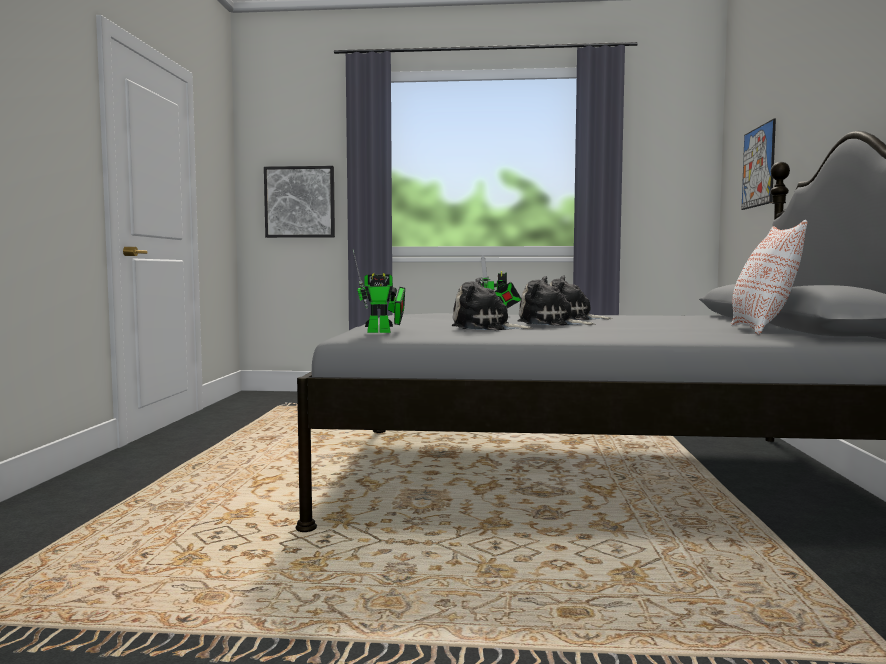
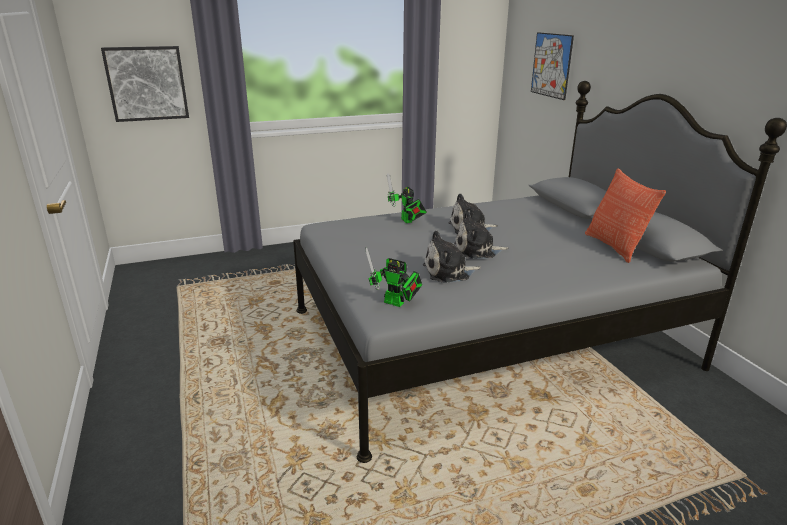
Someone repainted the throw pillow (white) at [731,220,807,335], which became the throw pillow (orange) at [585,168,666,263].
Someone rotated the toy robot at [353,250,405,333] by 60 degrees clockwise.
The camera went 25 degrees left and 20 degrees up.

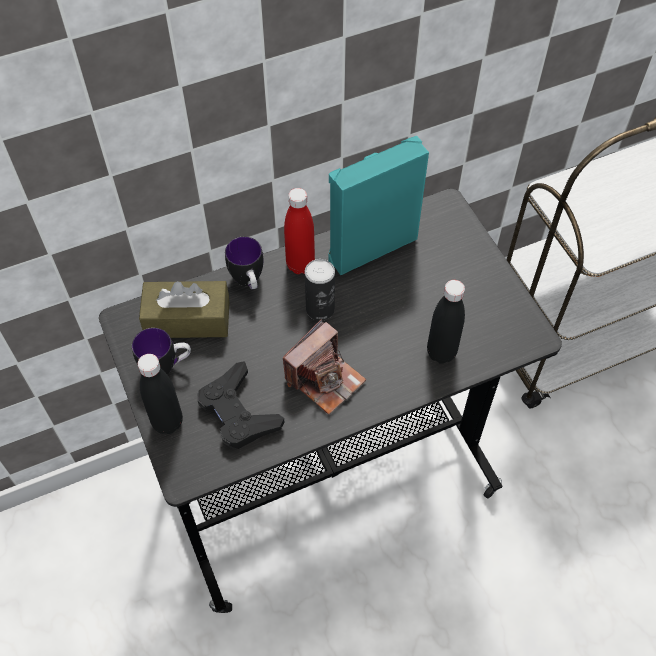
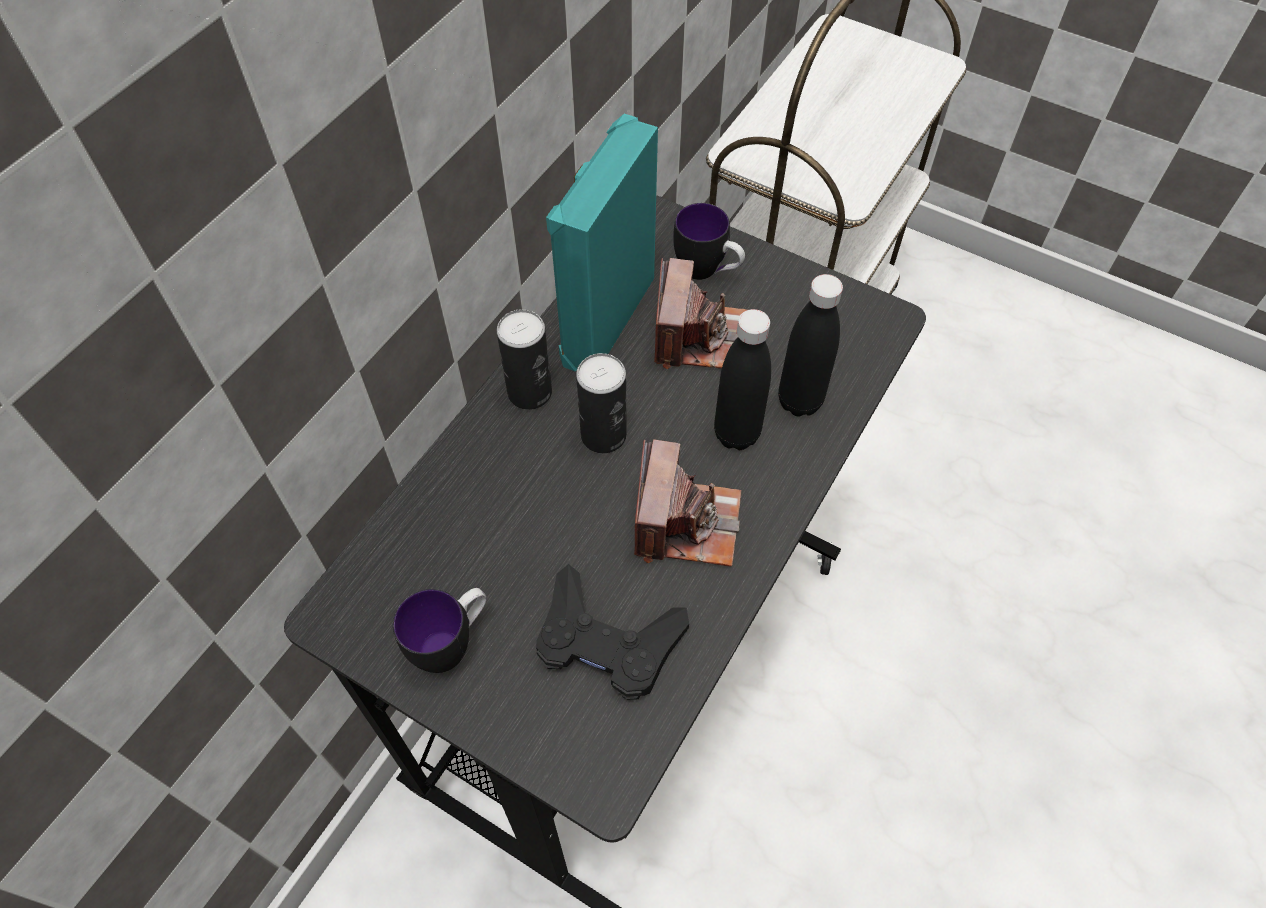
Someone swapped the drink bottle (red) at [284,188,315,274] for the sealed can at [497,309,552,410].
Someone carried the coffee mug from [225,237,263,289] to [673,203,745,280].
Someone took away the tissue holder (brownish) at [139,281,230,338].
Someone carried the drink bottle (black-coloured) from [138,354,183,434] to [714,309,771,450].
Someone put down the still camera at [654,258,747,369].
The camera went 35 degrees left and 0 degrees up.

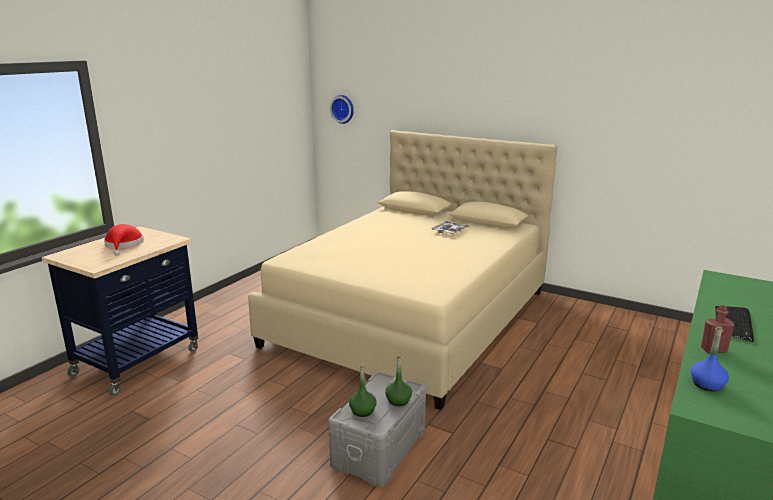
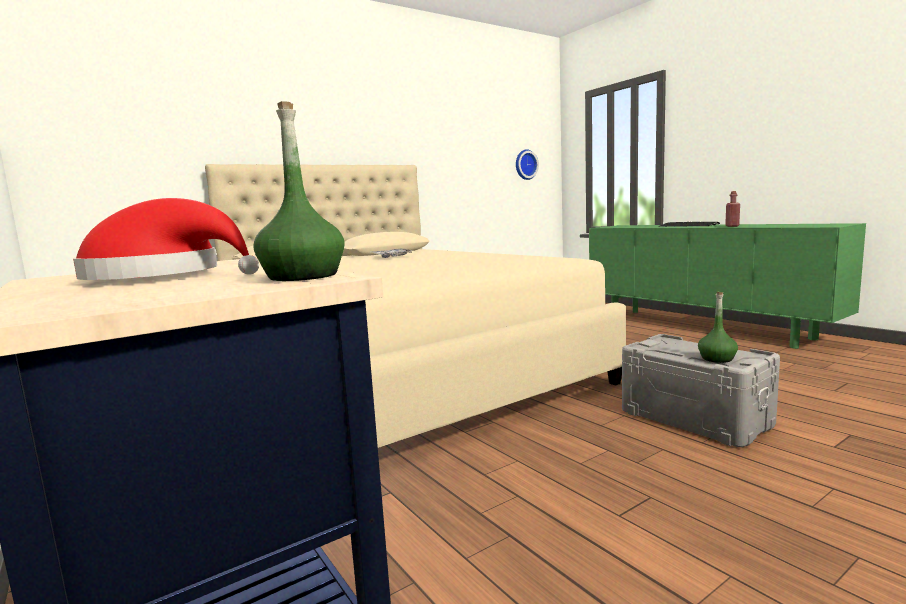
Someone carried the wall clock from [330,95,354,124] to [516,149,539,180].
Someone took away the drink bottle (blue-coloured) at [691,326,729,392].
Someone carried the drink bottle (green-coloured) from [385,355,412,406] to [253,101,345,281].
The camera went 65 degrees left and 10 degrees down.

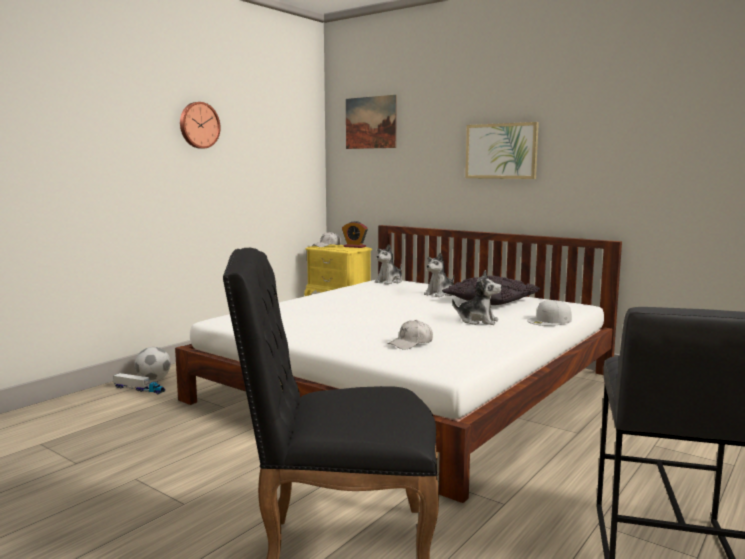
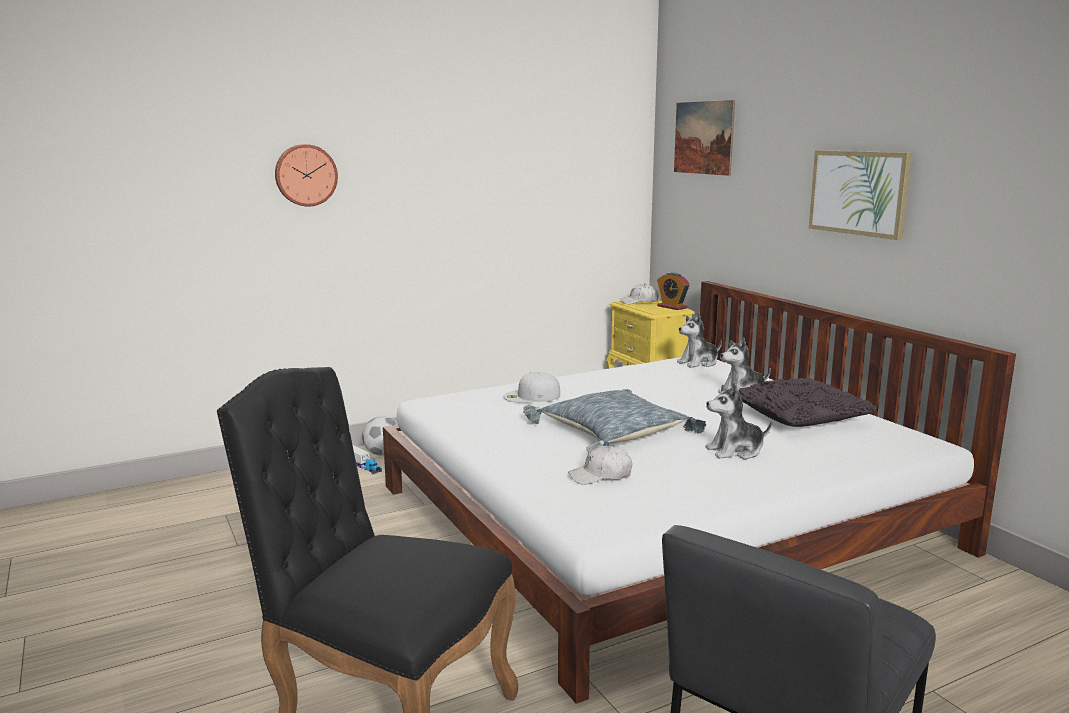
Someone carried the wall clock from [180,102,221,149] to [275,144,338,207].
Someone rotated the soft toy at [452,270,502,325] by 120 degrees clockwise.
Someone carried the cap (white) from [527,300,572,326] to [504,372,560,403].
Someone put down the throw pillow at [523,389,706,452].
The camera went 25 degrees right and 5 degrees up.

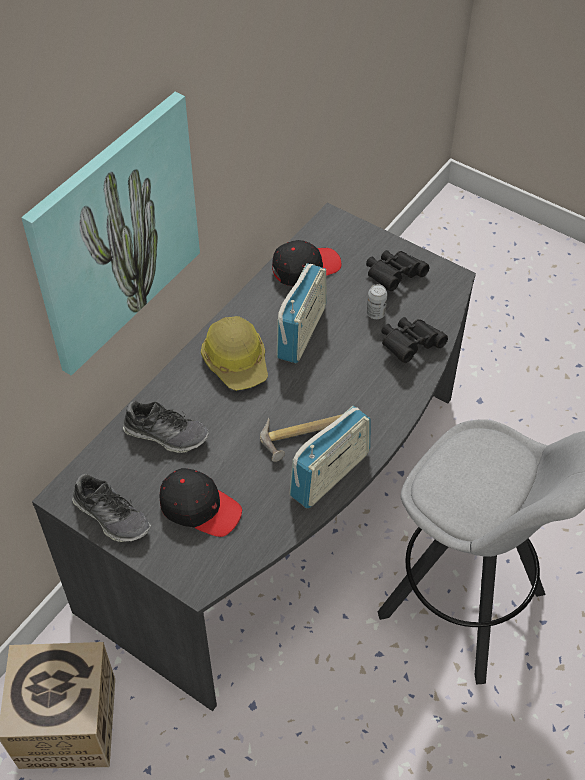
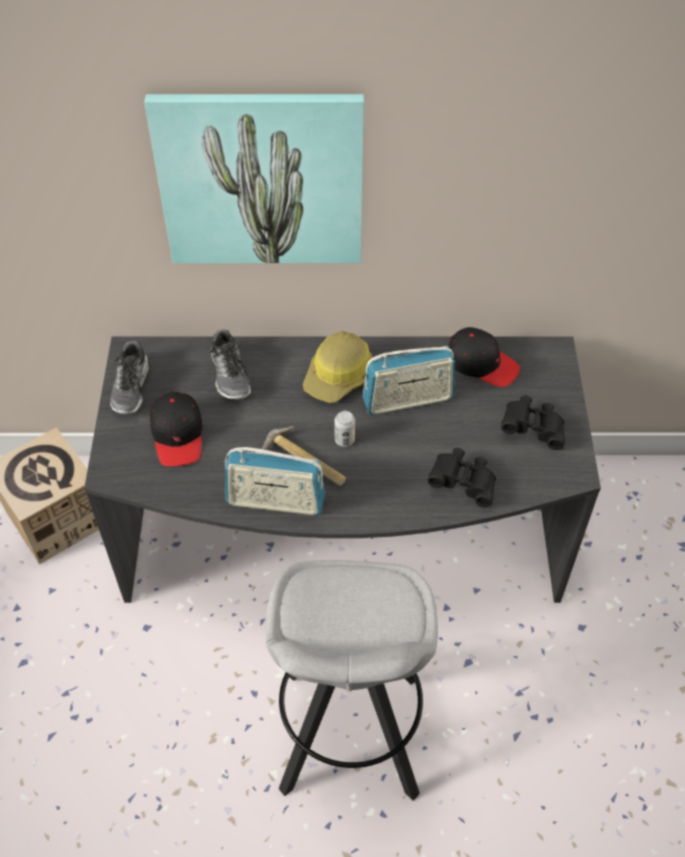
Someone carried the sealed can from [367,284,387,319] to [334,411,355,447].
The camera went 55 degrees right and 0 degrees up.

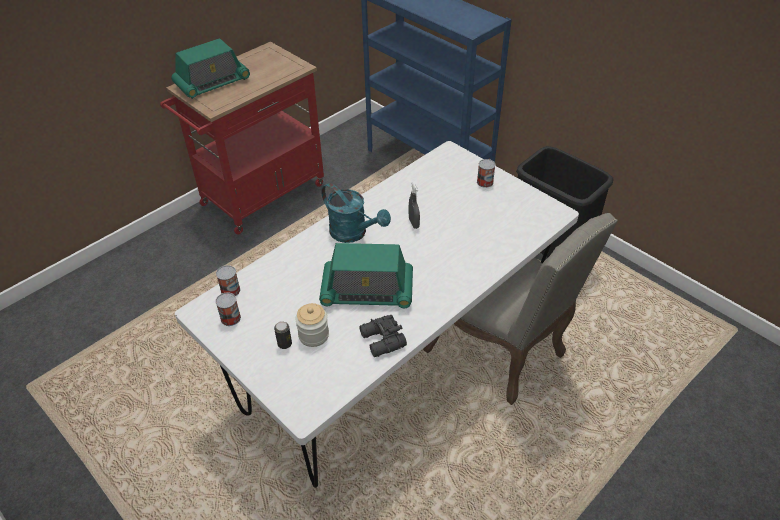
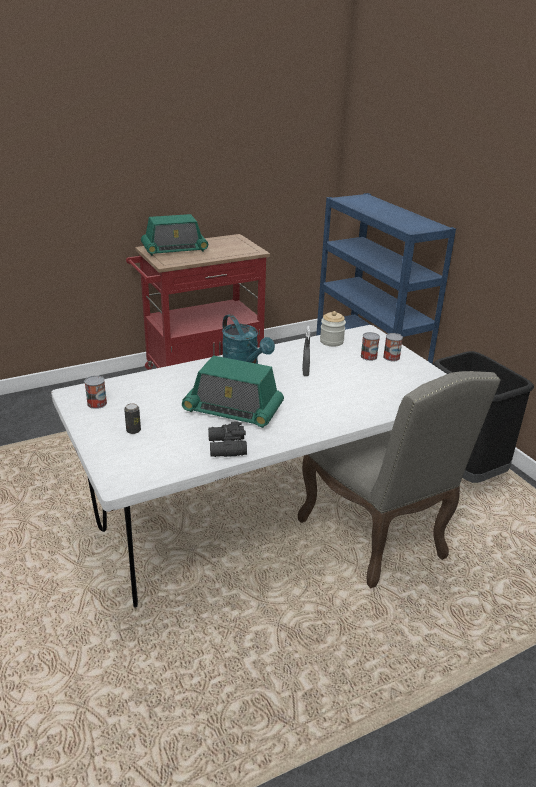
Someone carried the sealed can from [216,265,240,296] to [361,332,380,361].
Someone carried the preserve jar from [295,303,329,347] to [320,311,346,347].
The camera went 15 degrees right and 15 degrees down.

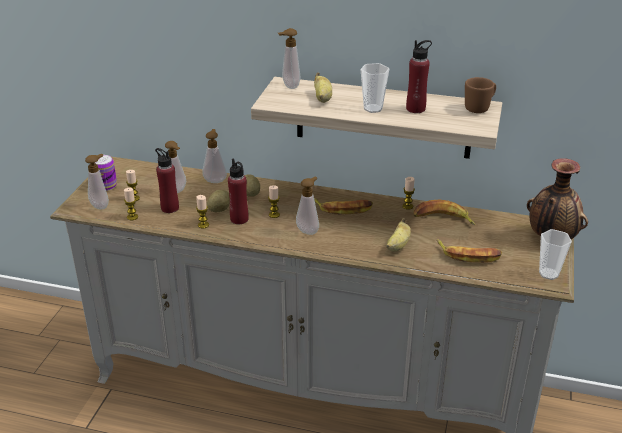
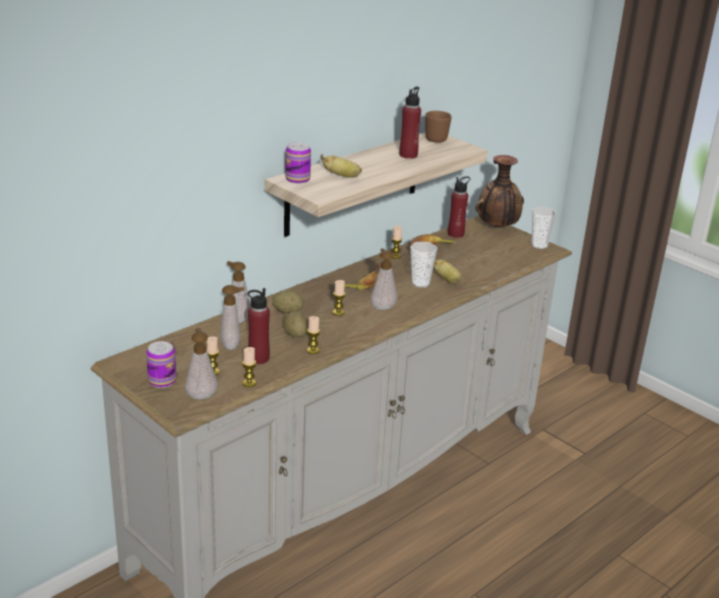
Someone swapped the soap dispenser at [278,28,300,89] for the sealed can at [285,142,311,184].
Someone carried the small cup from [360,63,389,113] to [410,242,438,288].
Someone carried the drink bottle (red) from [228,159,249,224] to [448,176,470,238].
Someone took away the banana fruit at [437,239,502,263].
The camera went 60 degrees left and 5 degrees down.

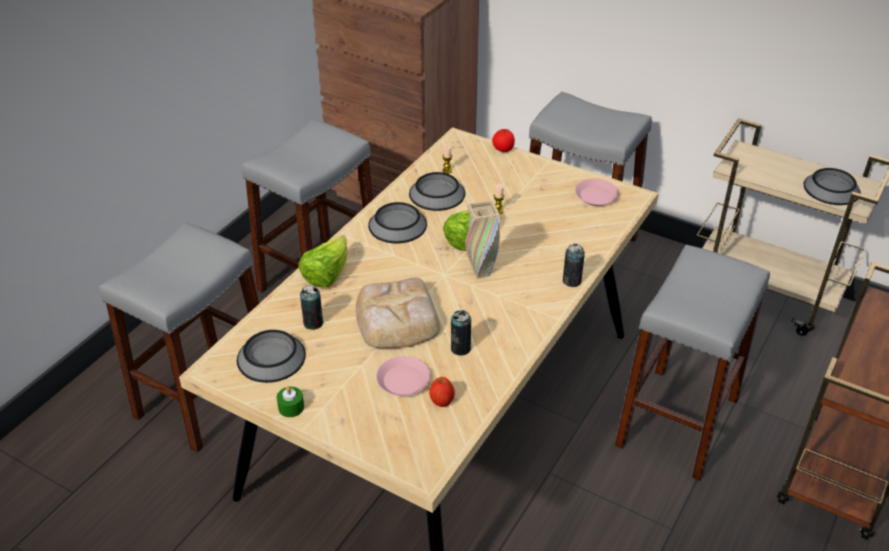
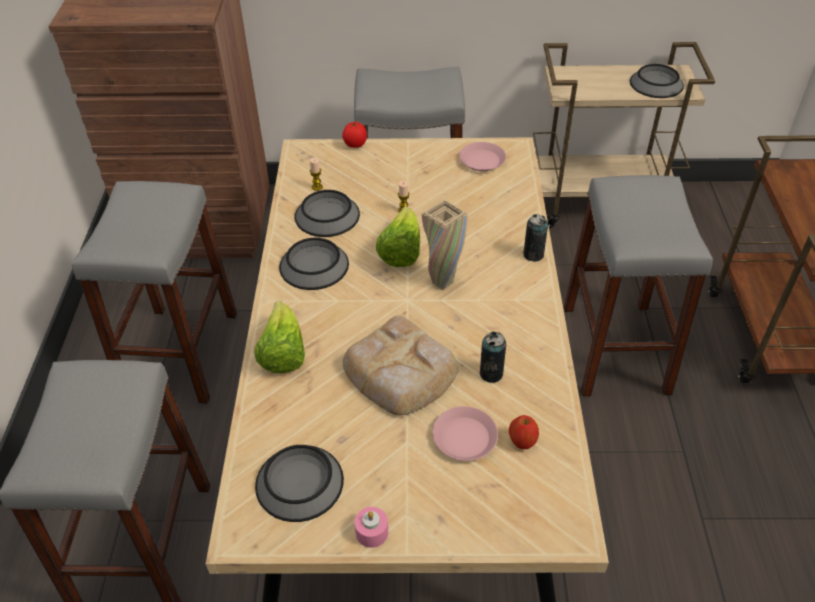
Someone took away the sealed can at [300,285,323,330].
Someone repainted the wax light (green-coloured) at [277,386,304,417], which became the wax light (pink-coloured) at [354,507,388,548].
The camera went 30 degrees left and 5 degrees up.

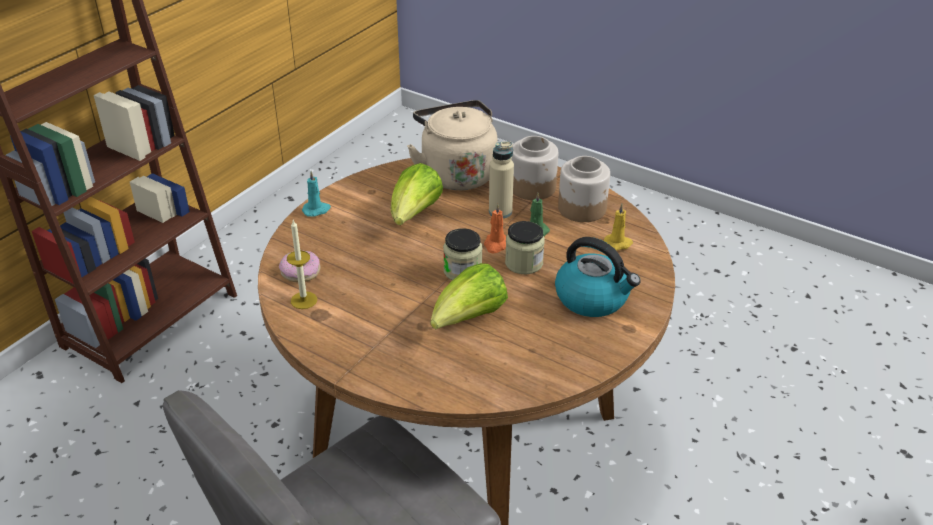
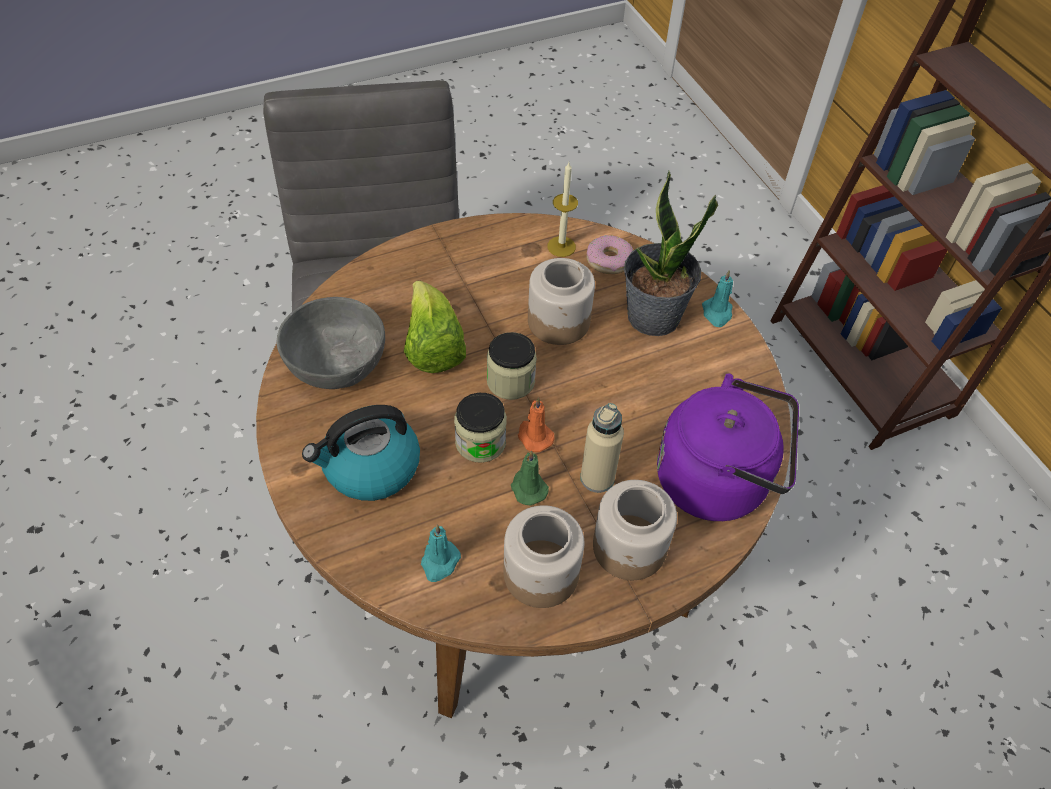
Someone repainted the tea kettle (beige) at [407,100,498,190], which became the tea kettle (purplish) at [657,373,799,521].
Someone took away the head of lettuce at [391,163,443,225].
Someone repainted the wax light (yellowish) at [603,204,633,251], which became the wax light (turquoise-coloured) at [421,524,461,582].
Someone put down the plant in a pot at [624,171,718,336].
Someone put down the preserve jar at [528,258,595,345].
Someone put down the serving bowl (grey) at [277,297,385,389].
The camera went 120 degrees right and 15 degrees up.

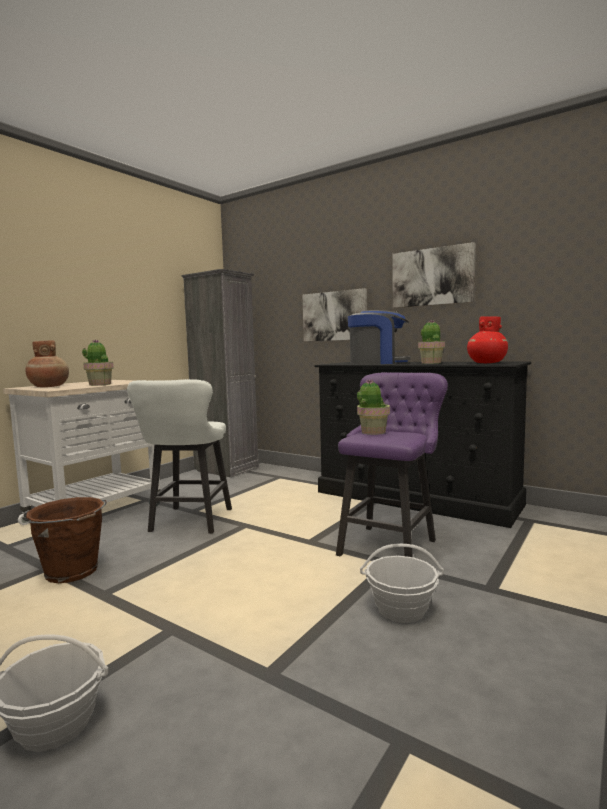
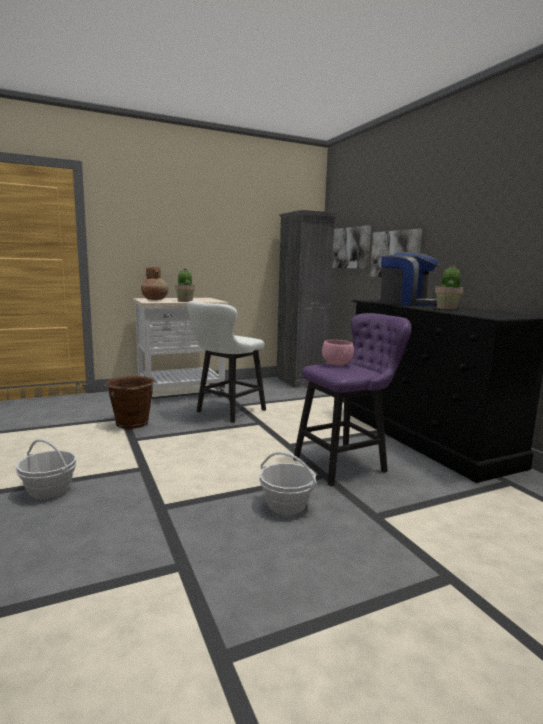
Someone carried the picture from [393,242,475,308] to [332,225,371,269].
Someone took away the decorative vase (red) at [467,316,508,363].
Someone swapped the plant in a pot at [357,379,390,435] for the serving bowl (pink-coloured) at [322,340,354,366].
The camera went 30 degrees right and 5 degrees up.

